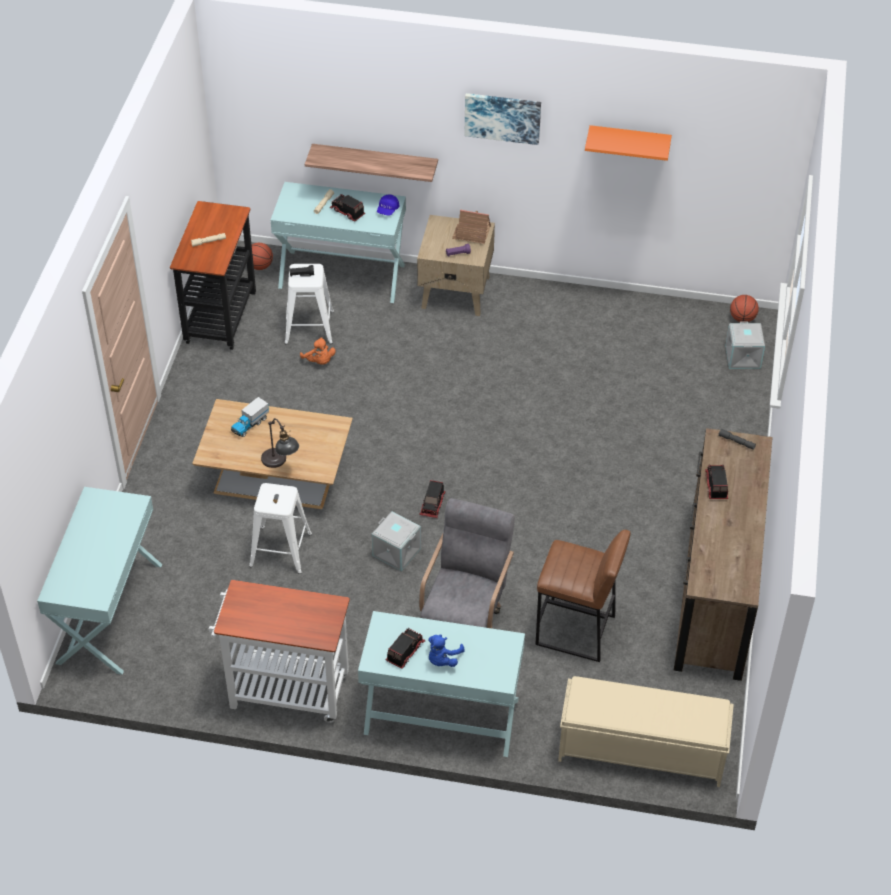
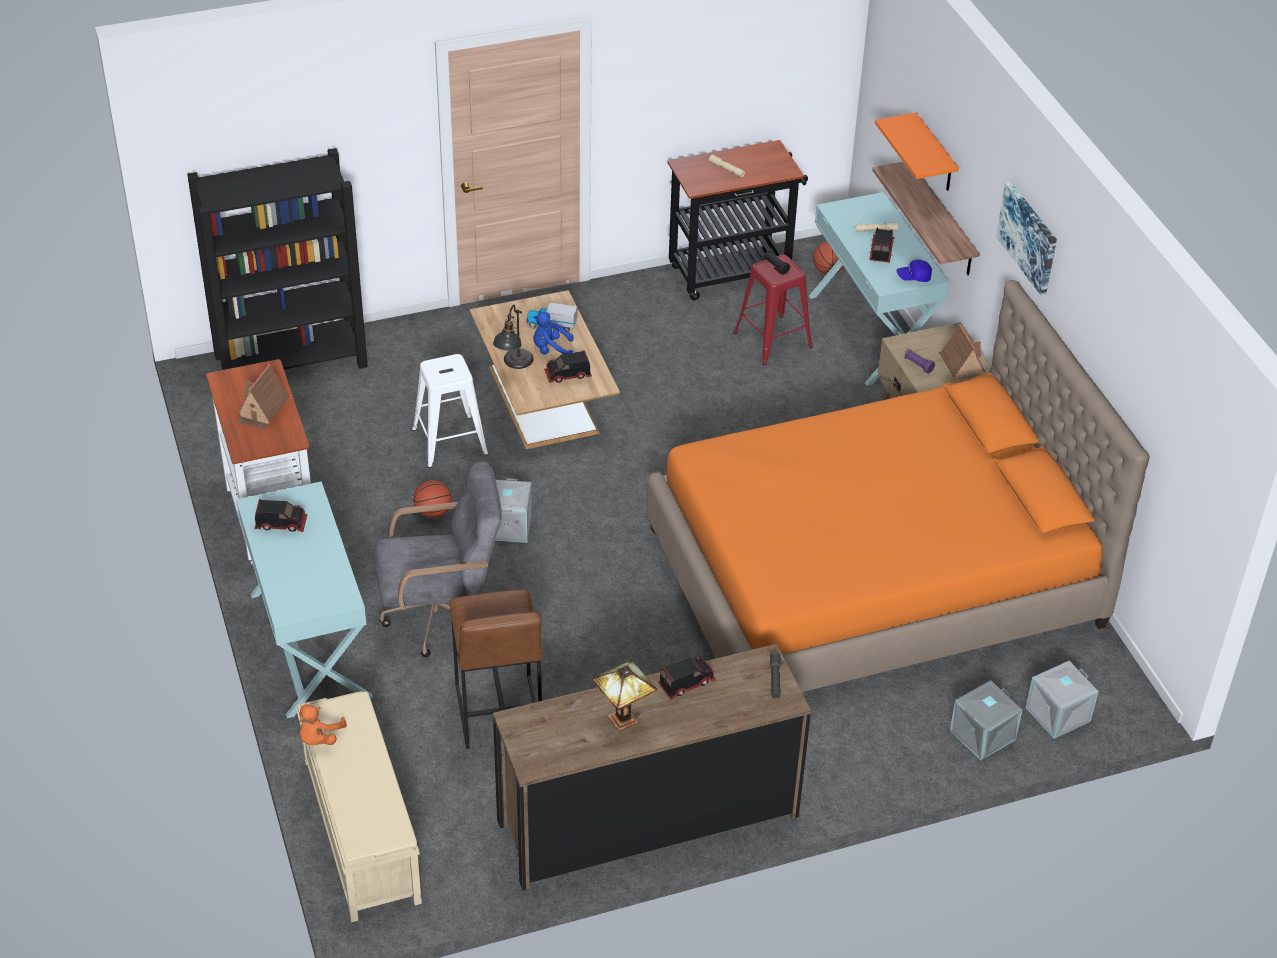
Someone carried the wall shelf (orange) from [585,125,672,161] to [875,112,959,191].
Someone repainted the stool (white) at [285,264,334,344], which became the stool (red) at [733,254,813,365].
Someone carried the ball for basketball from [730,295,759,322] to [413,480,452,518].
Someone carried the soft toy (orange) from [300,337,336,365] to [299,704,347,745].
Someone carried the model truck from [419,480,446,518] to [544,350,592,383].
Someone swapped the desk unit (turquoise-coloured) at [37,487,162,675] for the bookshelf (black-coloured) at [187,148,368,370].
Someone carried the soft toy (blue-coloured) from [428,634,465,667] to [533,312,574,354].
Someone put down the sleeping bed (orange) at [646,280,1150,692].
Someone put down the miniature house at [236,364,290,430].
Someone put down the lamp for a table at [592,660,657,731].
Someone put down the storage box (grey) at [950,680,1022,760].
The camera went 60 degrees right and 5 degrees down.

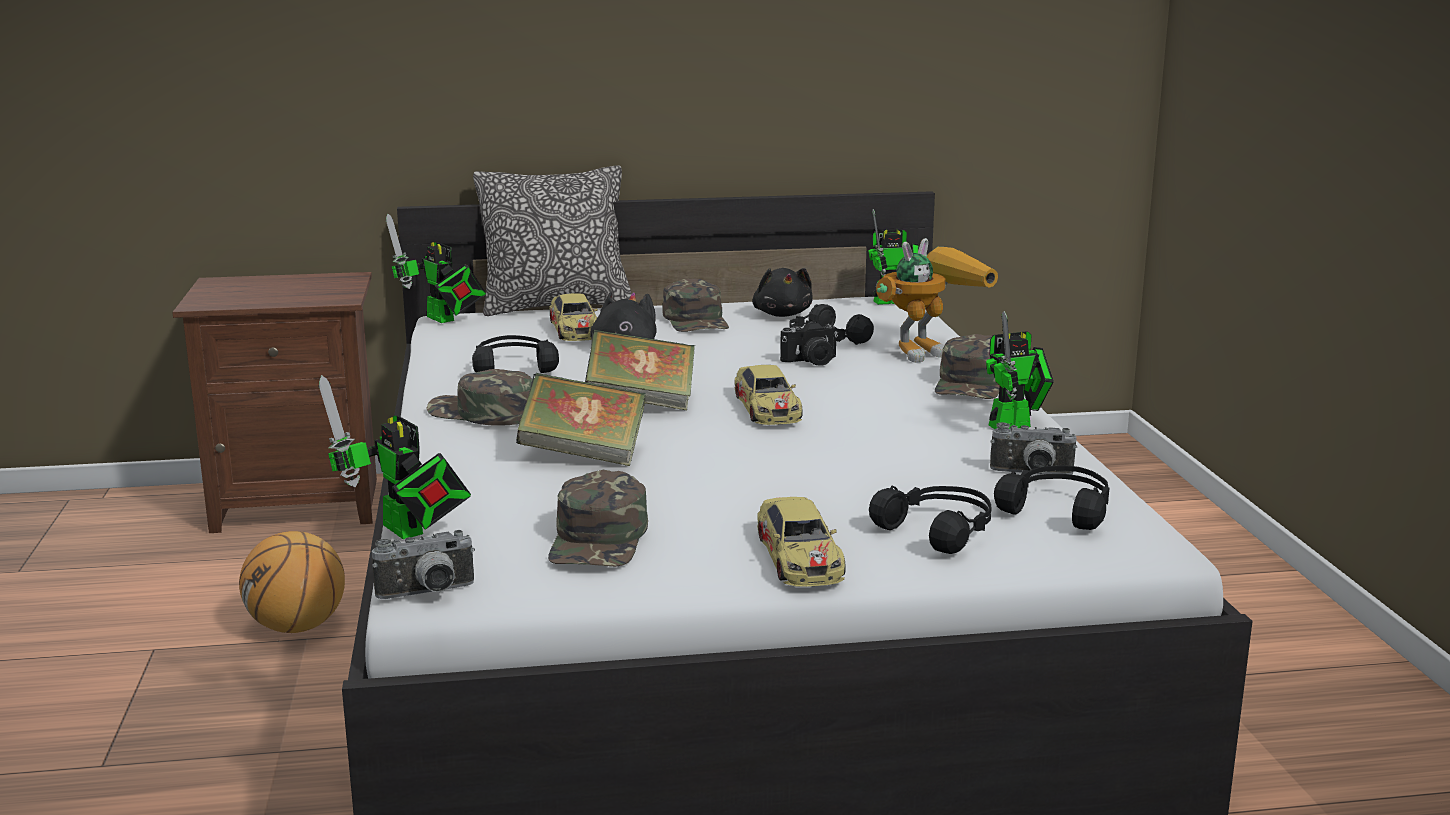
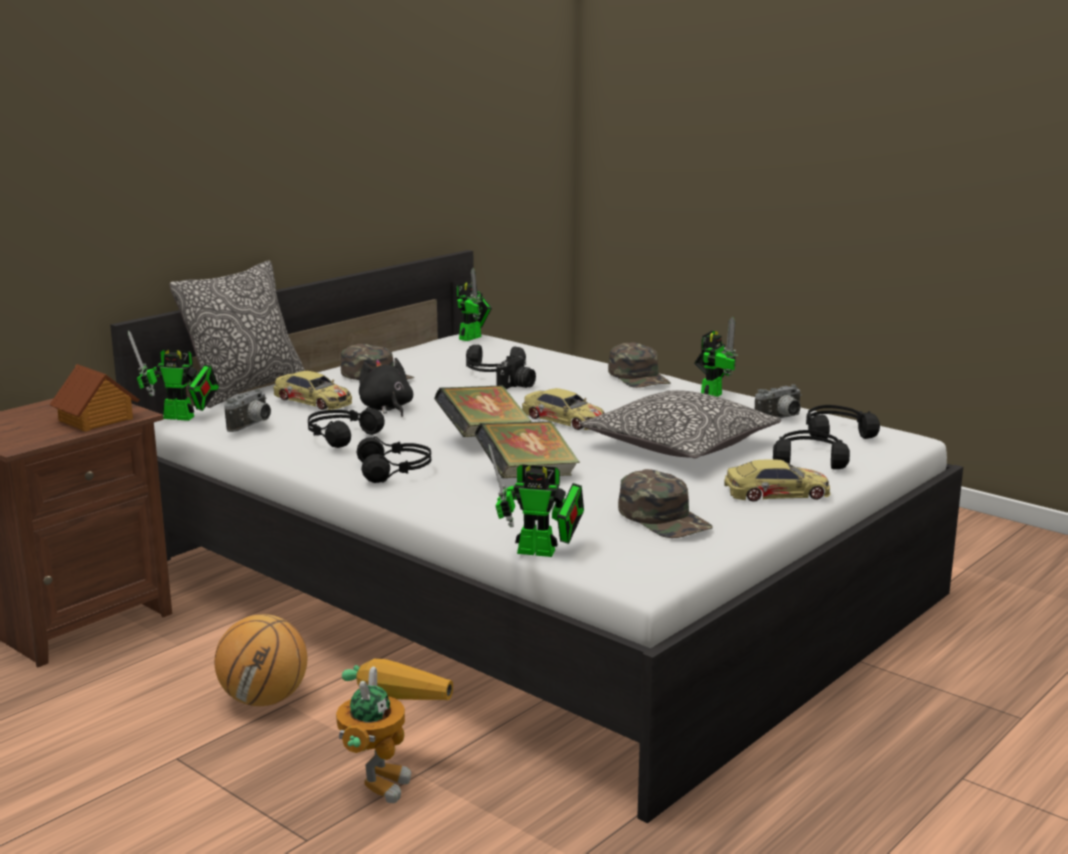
Someone carried the toy robot from [876,238,998,363] to [336,659,454,803].
Someone took away the soft toy (black-coloured) at [752,268,813,317].
Someone swapped the cap (green-coloured) at [426,369,532,426] for the pair of headphones (black-coloured) at [357,436,431,483].
Someone rotated the miniature car at [757,497,846,587] by 45 degrees counterclockwise.
Someone carried the still camera from [372,530,475,599] to [224,389,271,432].
Someone put down the miniature house at [49,364,139,432].
Someone put down the throw pillow at [580,390,781,458].
The camera went 40 degrees left and 0 degrees up.

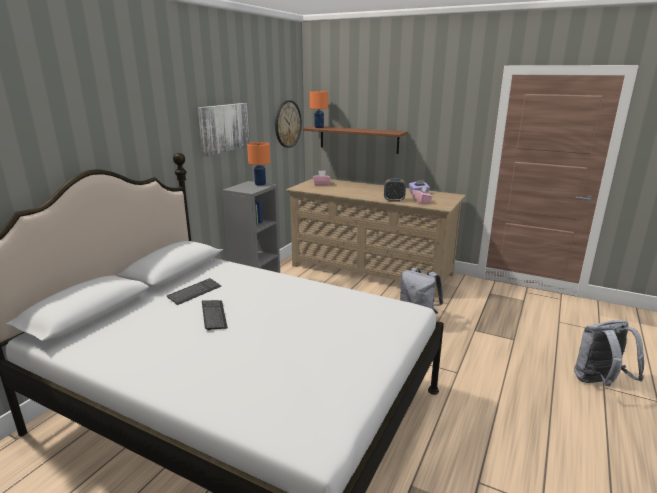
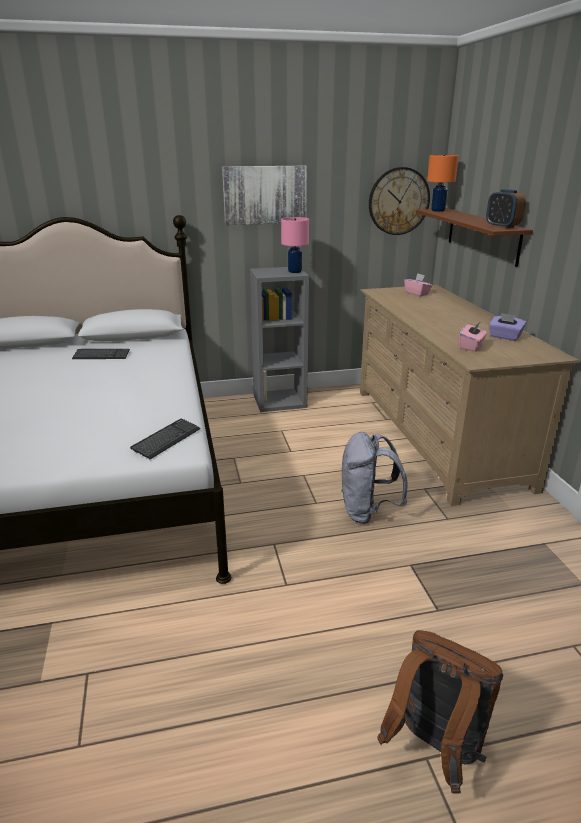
Someone repainted the lamp for a table (orange) at [247,142,270,186], which became the lamp for a table (pink-coloured) at [281,217,309,273].
Someone carried the alarm clock from [384,178,406,202] to [486,189,526,228].
Someone carried the keyboard from [202,300,228,331] to [130,419,201,459].
Someone repainted the knapsack (grey) at [574,320,644,387], which became the knapsack (brownish) at [377,630,503,794].
The camera went 50 degrees right and 5 degrees up.

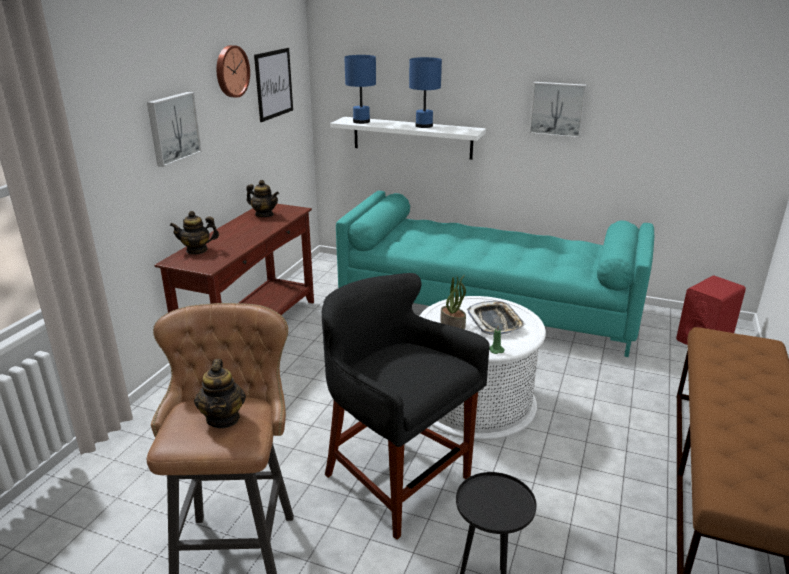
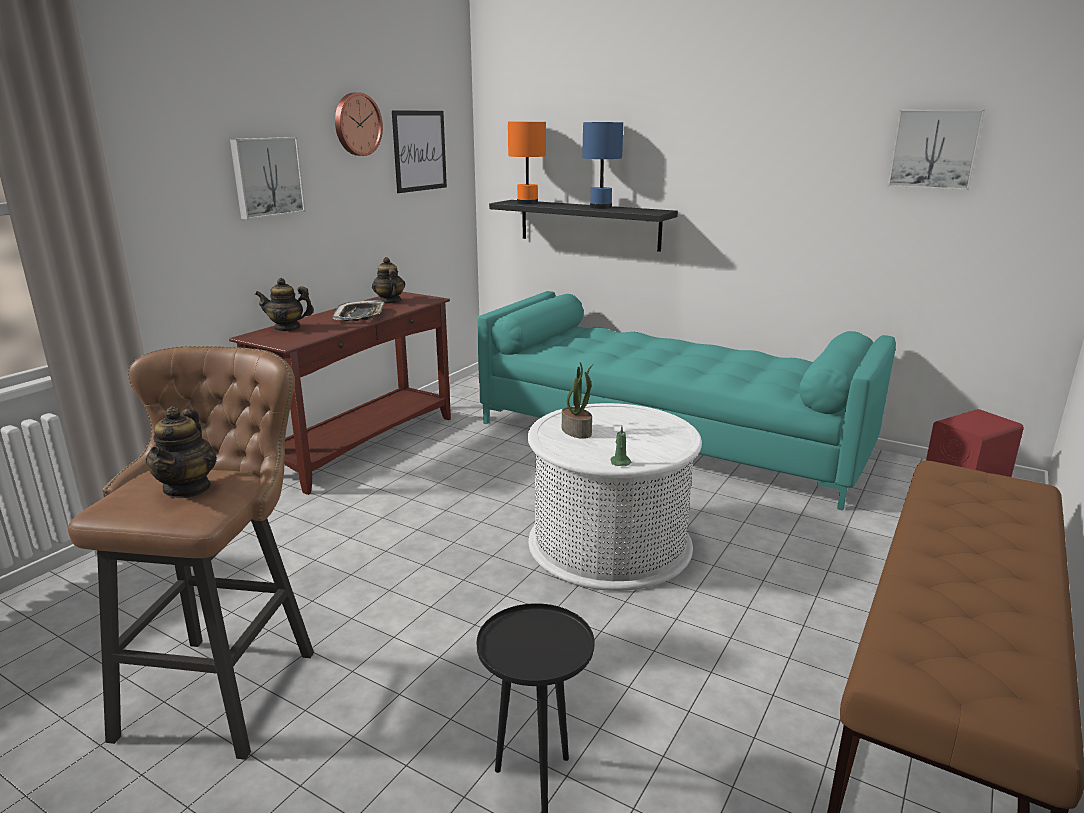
Someone repainted the lamp for a table (blue-coloured) at [345,55,376,124], which became the lamp for a table (orange) at [508,122,546,204].
Someone carried the picture from [529,82,587,138] to [887,110,985,190].
Someone repainted the wall shelf (white) at [330,117,486,160], which became the wall shelf (black-coloured) at [489,200,678,252].
Someone rotated the teapot at [247,180,279,217] by 150 degrees counterclockwise.
Someone took away the stool (black-coloured) at [322,273,490,540].
Someone carried the tray from [467,301,525,335] to [332,300,385,321].
The camera went 10 degrees right and 5 degrees down.

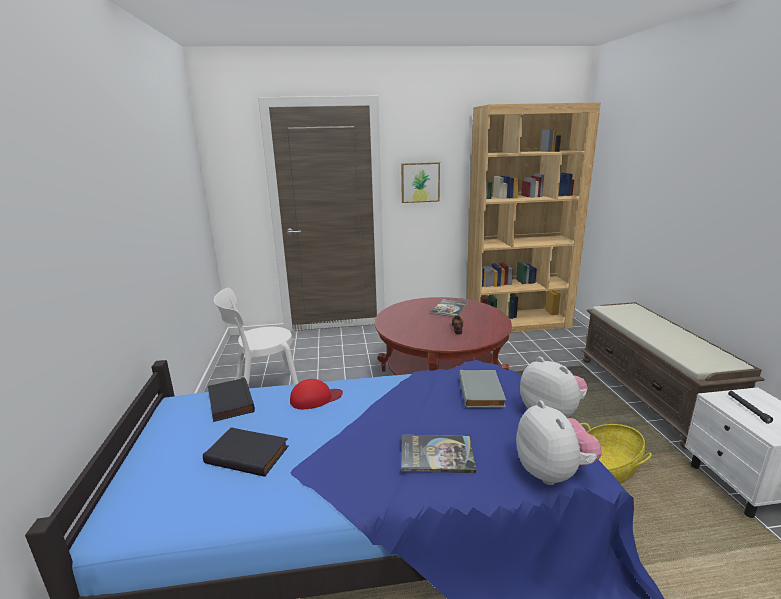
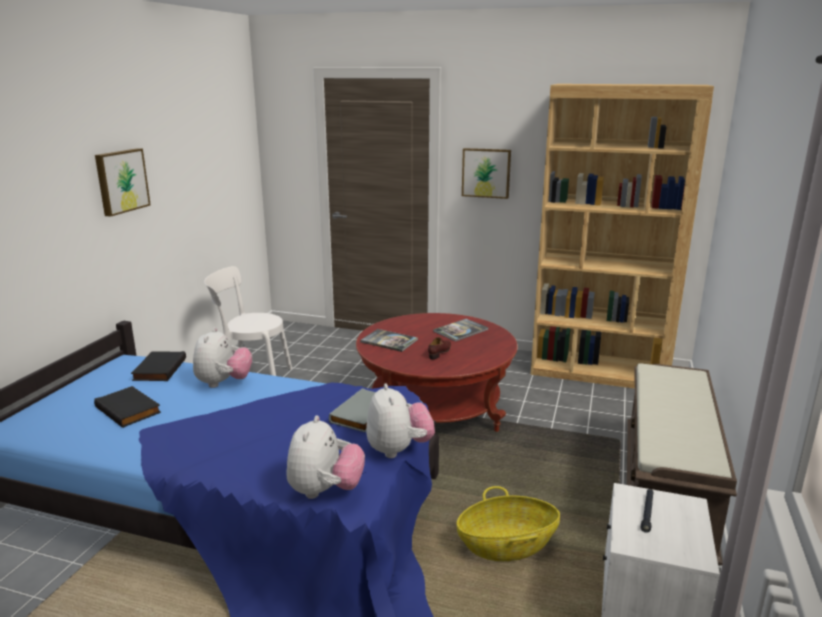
Someone swapped the cap (red) at [290,379,343,409] for the soft toy at [193,327,252,388].
Someone carried the volume from [401,435,476,473] to [360,329,418,352].
Someone put up the picture at [95,148,151,217].
The camera went 25 degrees right and 0 degrees up.

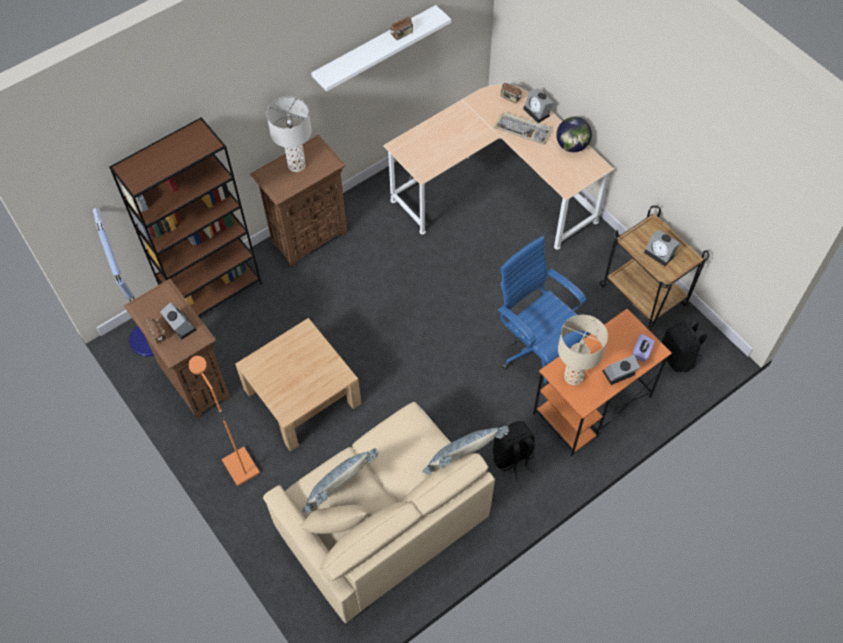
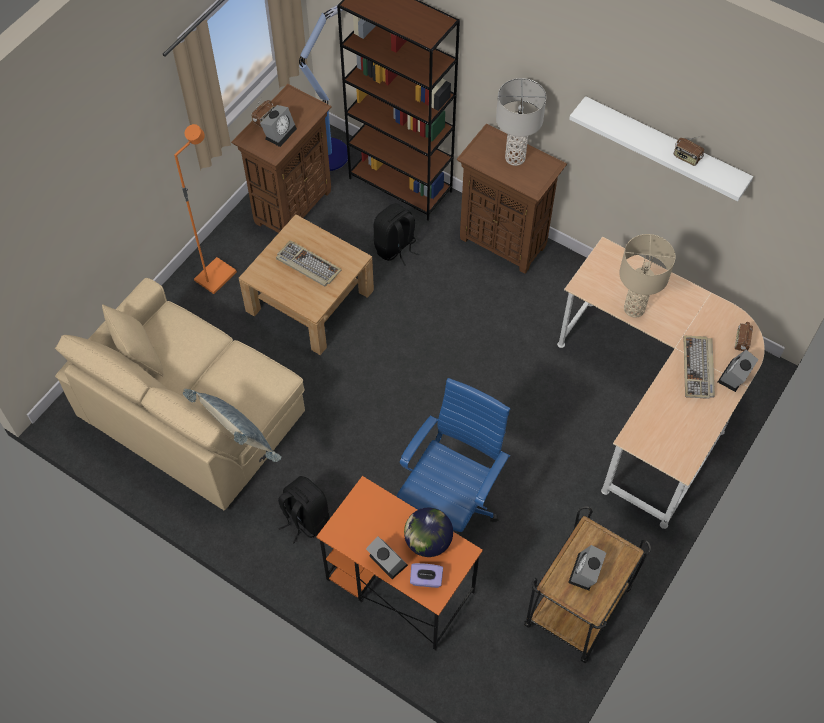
Someone carried the desk globe from [556,117,592,152] to [404,508,453,557].
Someone carried the lamp for a table (beige) from [558,315,608,385] to [619,234,675,318].
Someone carried the knapsack (black-coloured) from [662,319,707,372] to [374,203,419,266].
Someone took away the throw pillow at [303,448,378,513].
Someone put down the keyboard at [276,240,342,287].
The camera went 70 degrees right and 0 degrees up.

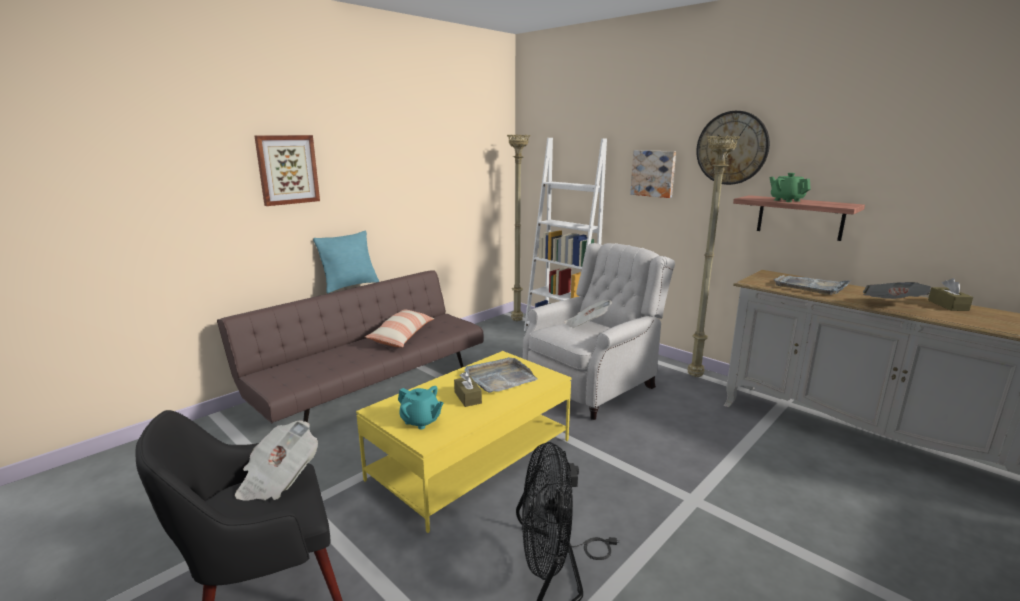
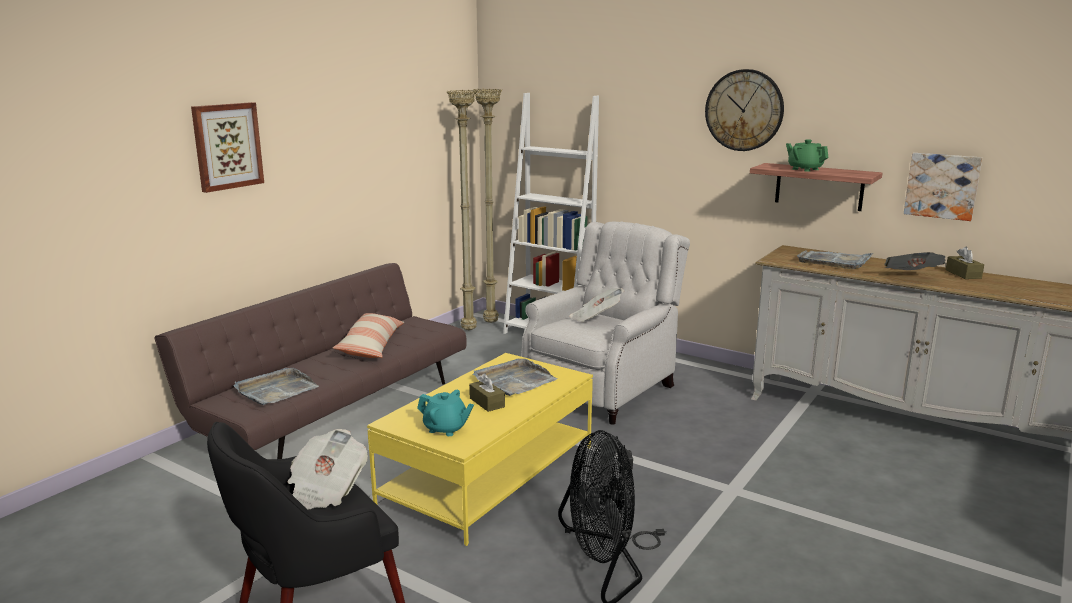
Someone carried the standard lamp (beige) from [687,136,740,377] to [446,90,477,330].
Someone carried the picture from [630,150,676,198] to [904,153,982,221].
Someone took away the throw pillow (turquoise-coloured) at [313,231,379,293].
Someone put down the tray (grey) at [233,368,319,405].
The camera went 10 degrees left and 0 degrees up.

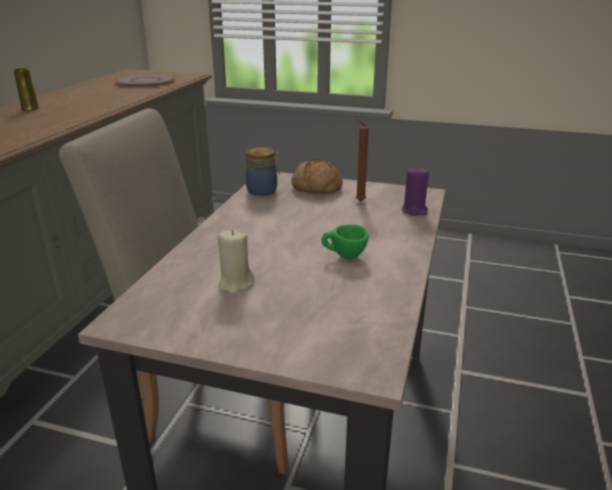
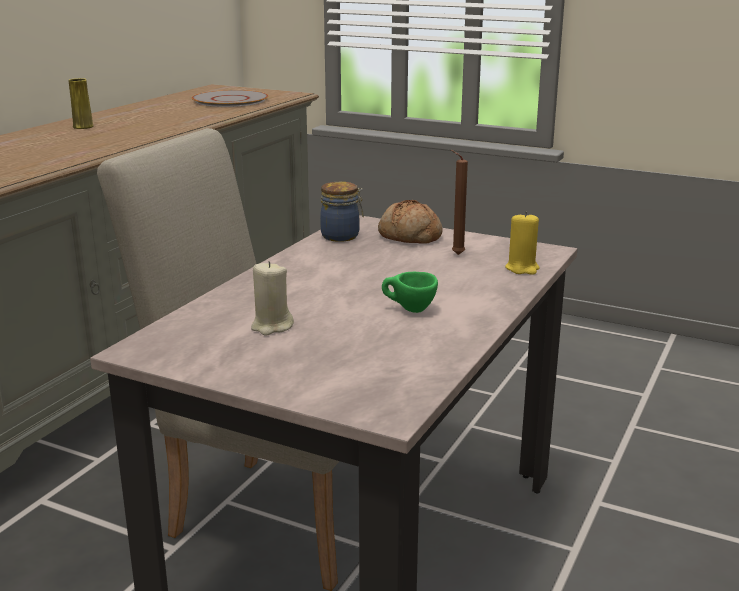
Someone repainted the wax light (purplish) at [402,166,429,216], which became the wax light (yellowish) at [505,212,540,275].
The camera went 10 degrees right and 5 degrees down.

